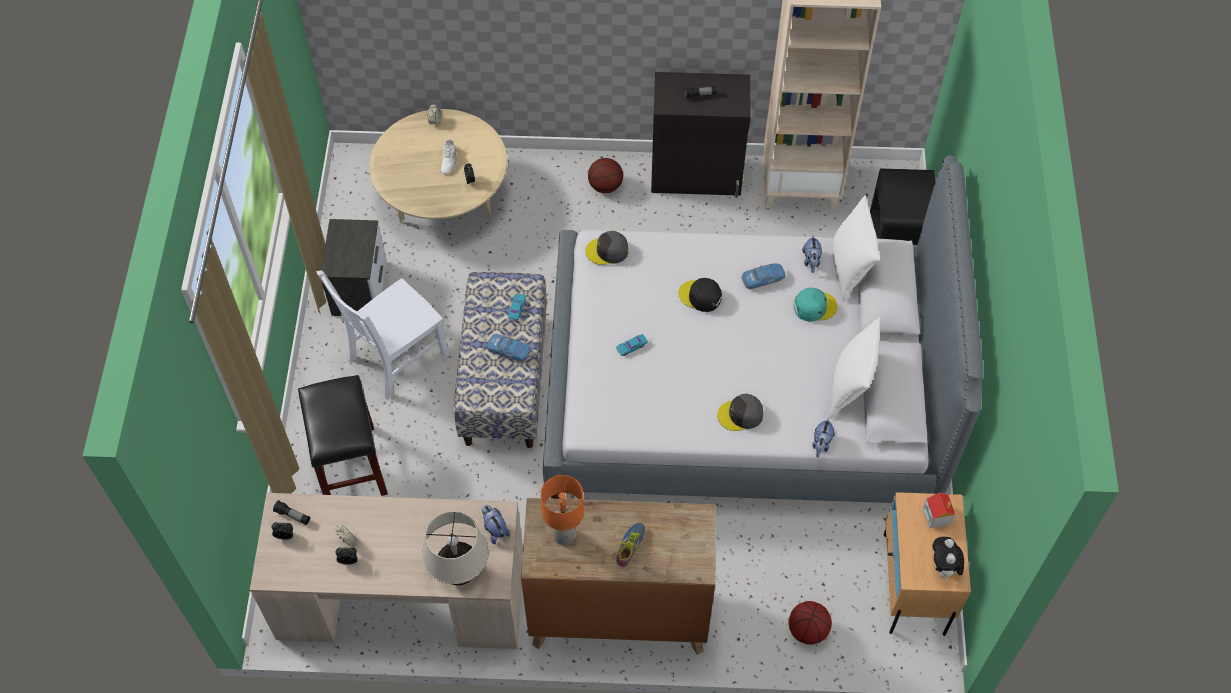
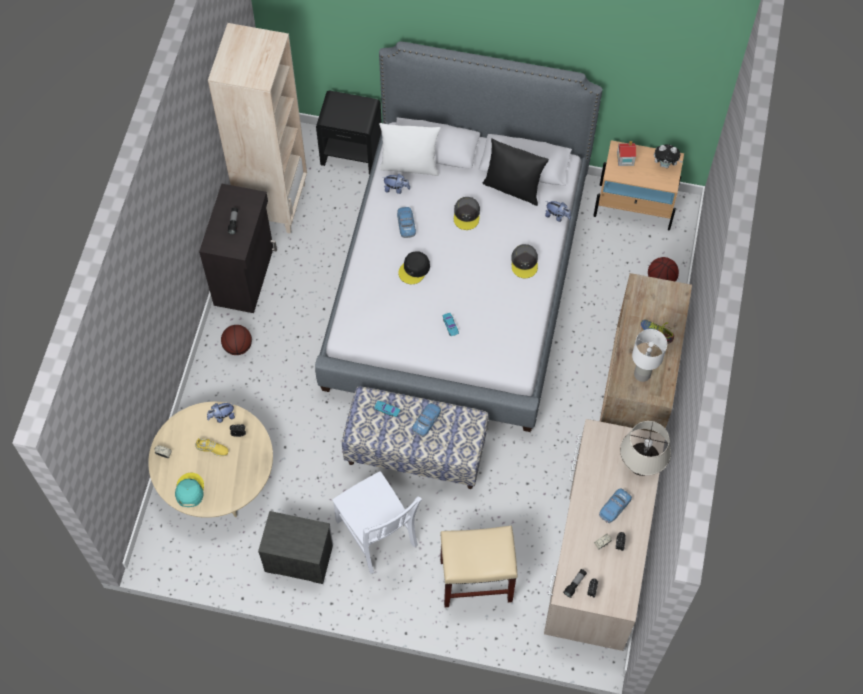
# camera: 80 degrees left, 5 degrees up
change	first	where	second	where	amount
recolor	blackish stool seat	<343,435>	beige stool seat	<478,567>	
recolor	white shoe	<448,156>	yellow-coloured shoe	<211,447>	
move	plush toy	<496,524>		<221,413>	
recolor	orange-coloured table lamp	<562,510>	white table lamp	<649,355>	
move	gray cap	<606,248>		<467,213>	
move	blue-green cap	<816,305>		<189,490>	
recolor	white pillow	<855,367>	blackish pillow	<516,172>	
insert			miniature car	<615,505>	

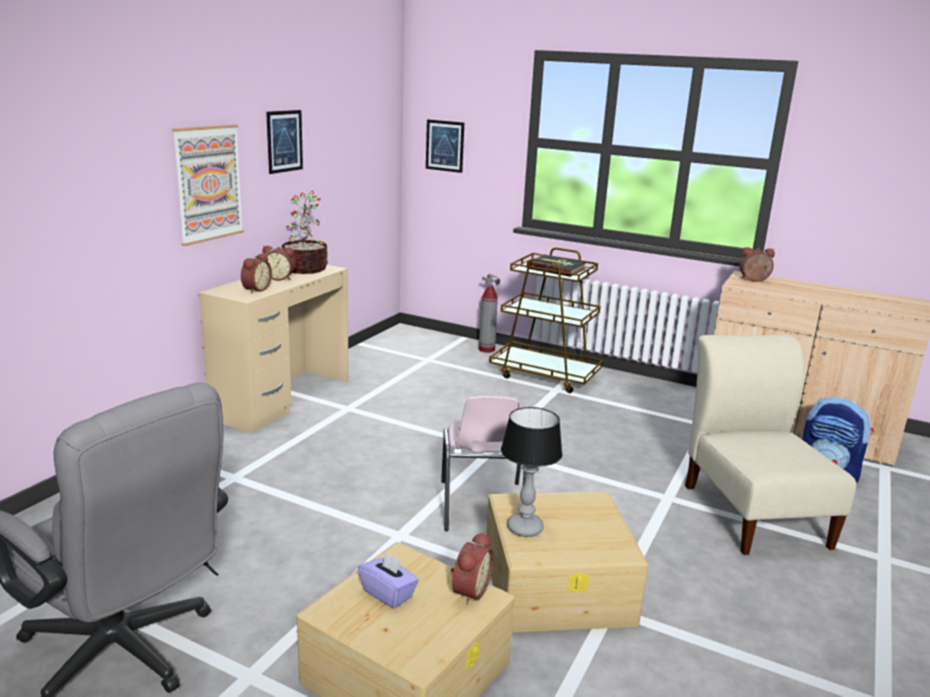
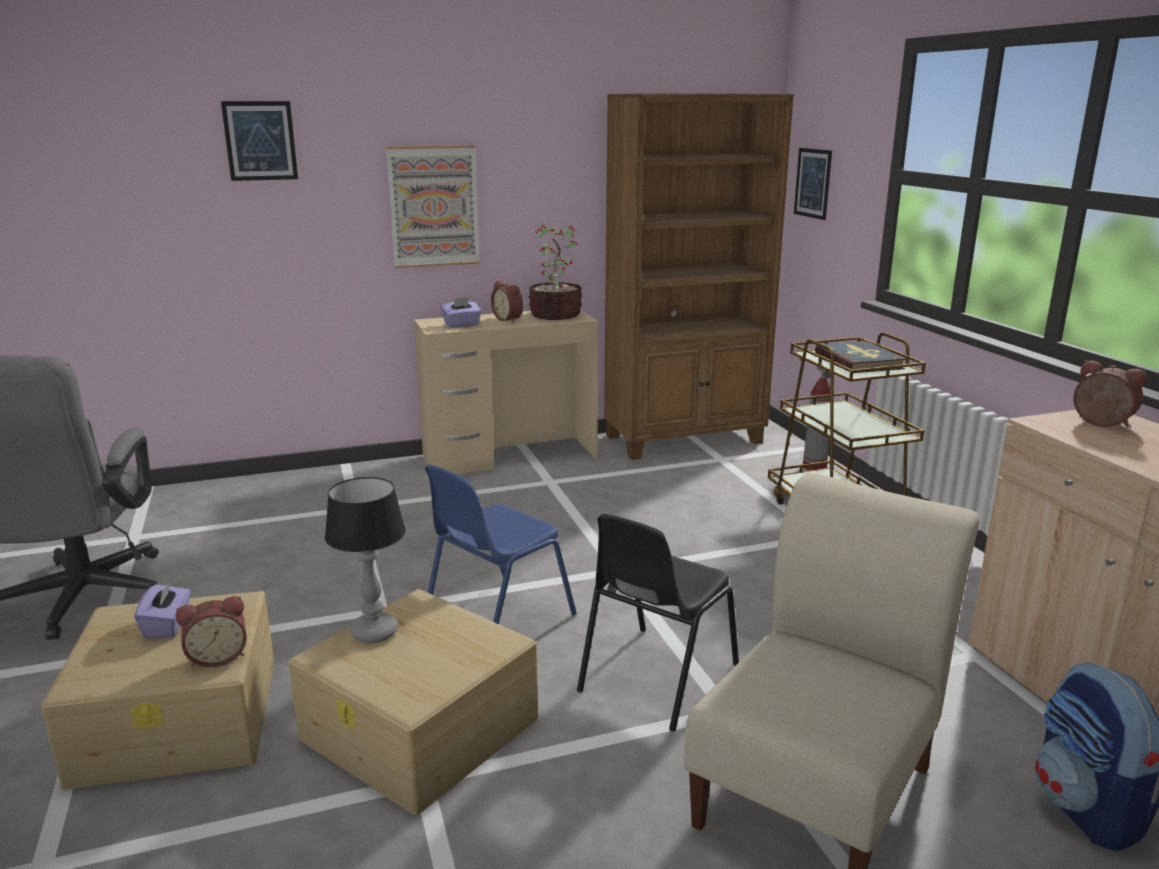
# camera: 45 degrees right, 0 degrees up
change	first	where	second	where	amount
replace	table clock	<256,273>	purple-coloured tissue holder	<461,312>	
move	picture	<284,142>		<259,141>	
recolor	pink-coloured chair	<483,463>	blue chair	<501,544>	
insert			blackish chair	<658,623>	
insert			brown-coloured bookshelf	<699,277>	

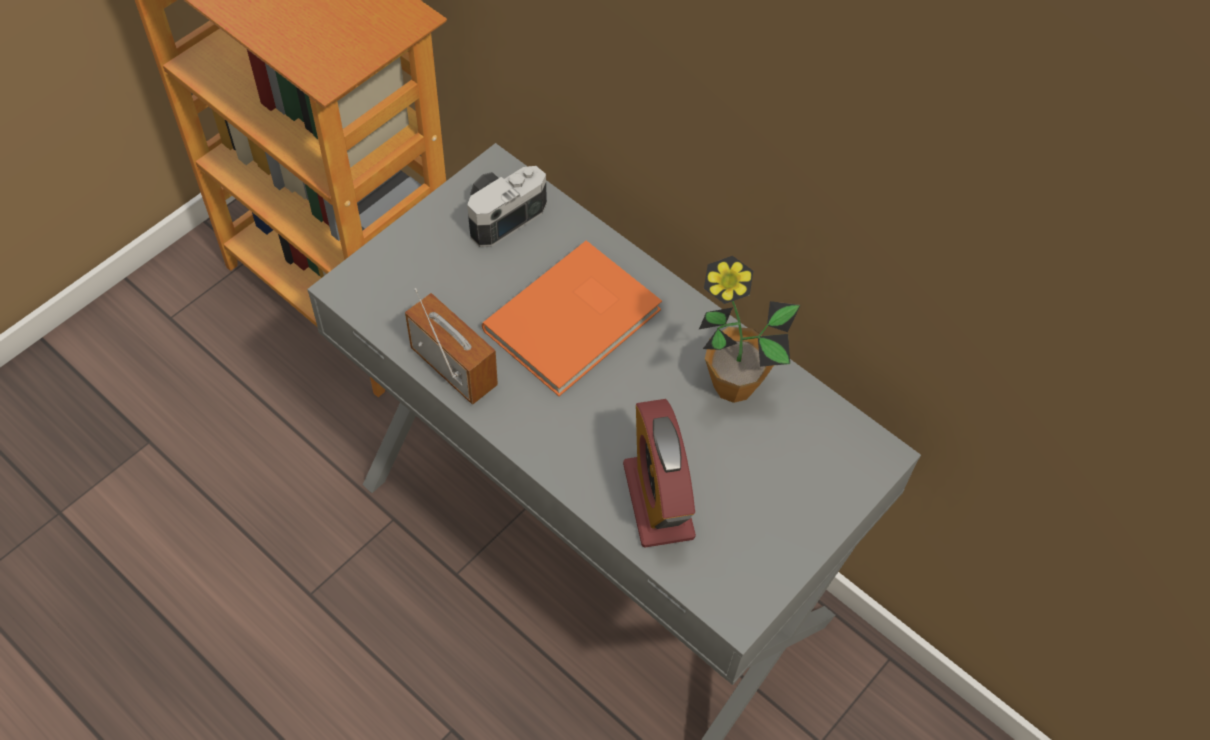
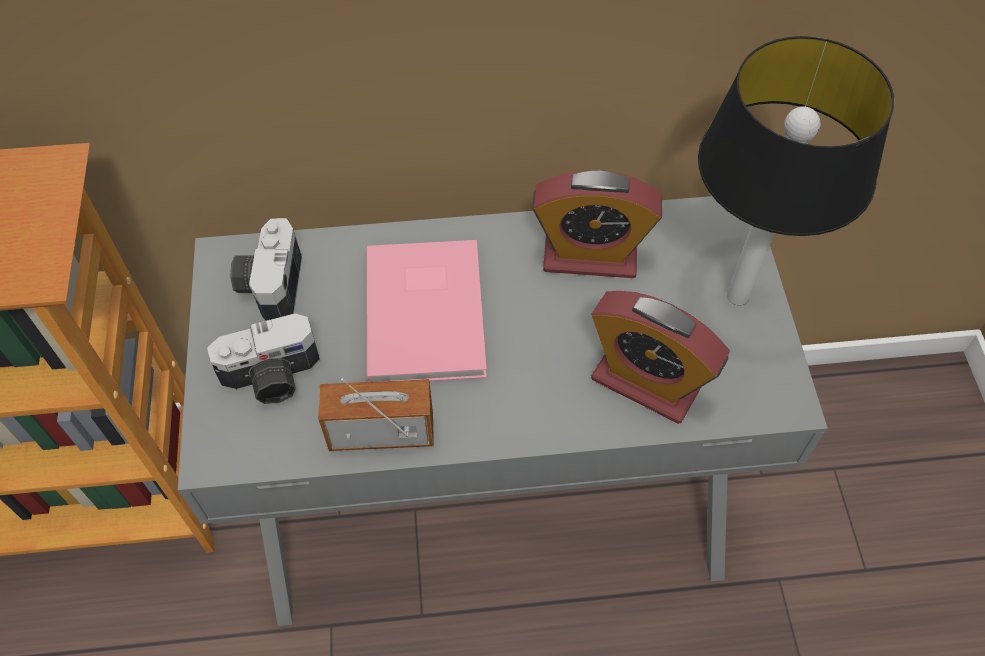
# camera: 45 degrees left, 0 degrees up
change	first	where	second	where	amount
recolor	orange-coloured volume	<572,318>	pink-coloured volume	<426,311>	
replace	plant in a pot	<749,329>	table clock	<597,224>	
insert			still camera	<263,358>	
insert			table lamp	<796,170>	

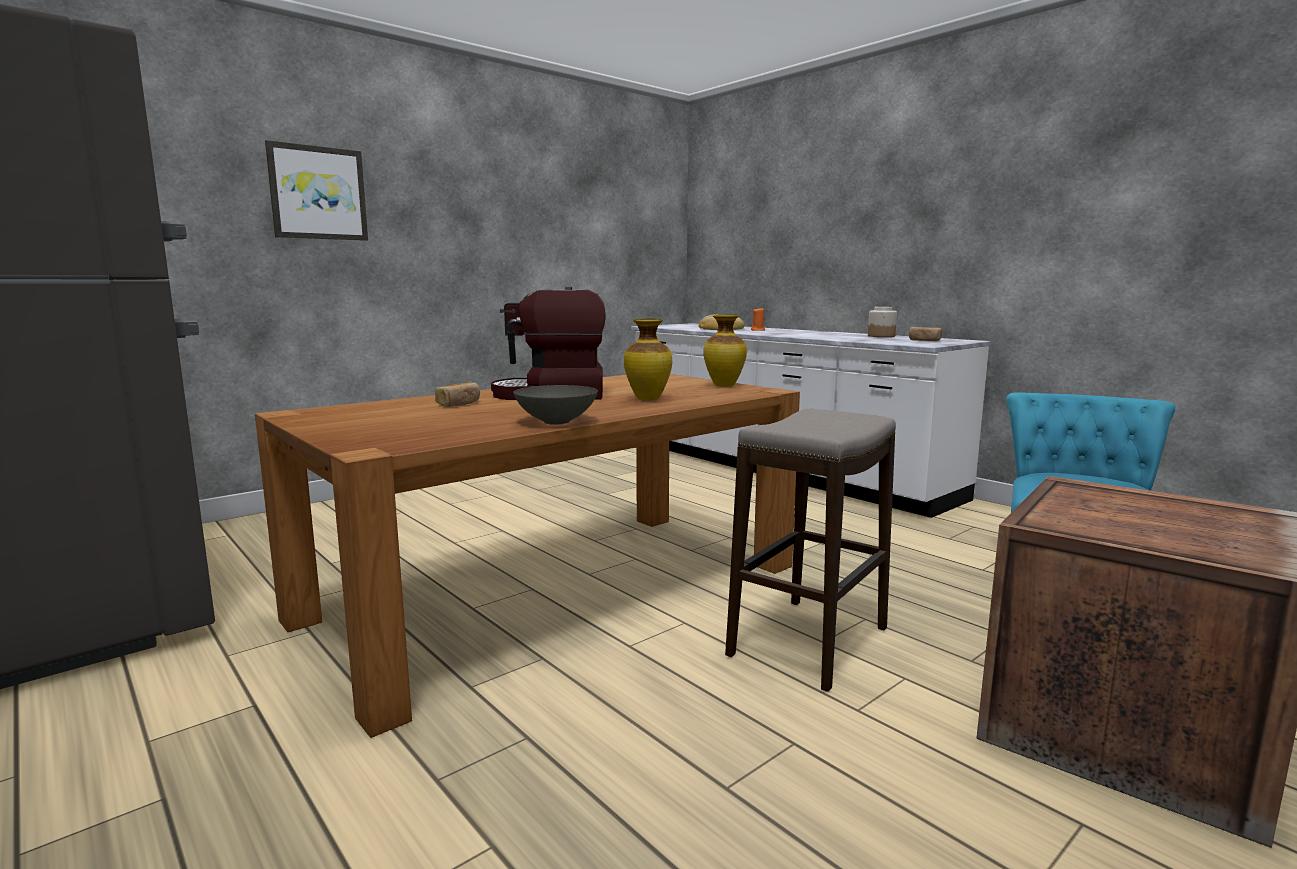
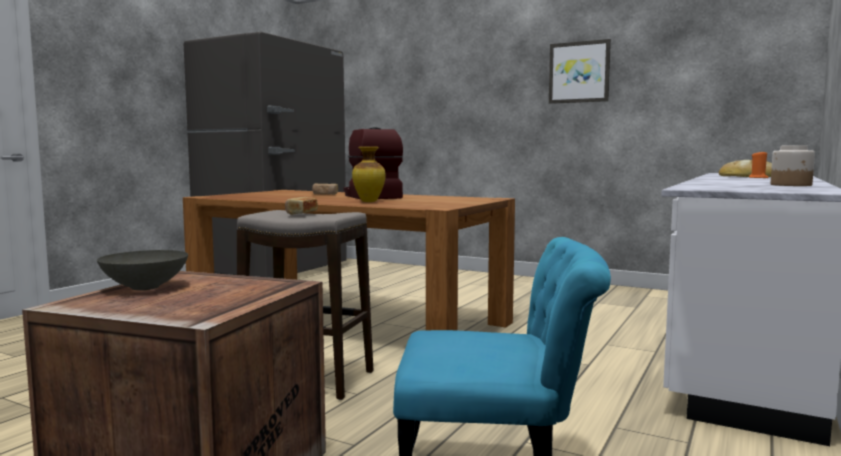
# camera: 70 degrees right, 5 degrees down
change	first	where	second	where	amount
move	picture	<316,190>		<580,71>	
move	gray bowl	<555,405>		<142,270>	
delete	decorative vase	<725,351>			
move	bakery bread	<925,334>		<301,206>	

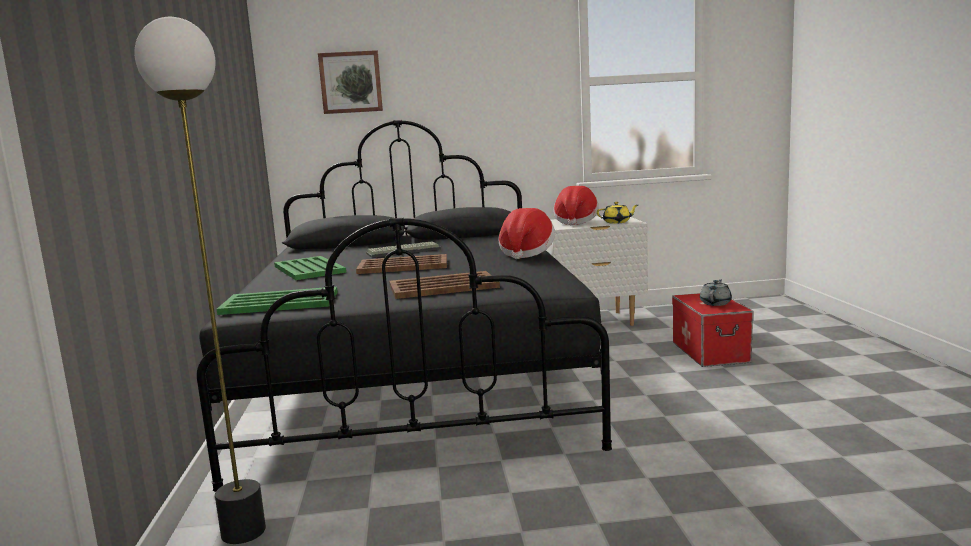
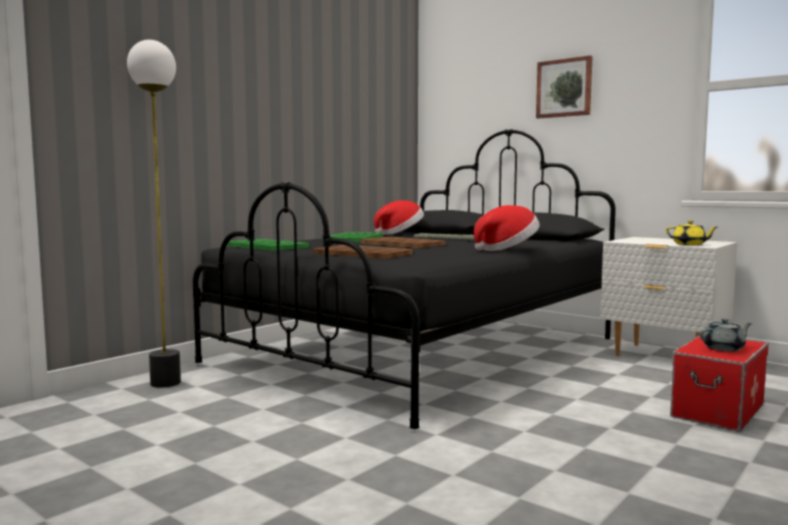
# camera: 45 degrees right, 5 degrees down
change	first	where	second	where	amount
move	picture	<350,82>		<564,87>	
move	hat	<576,205>		<399,217>	

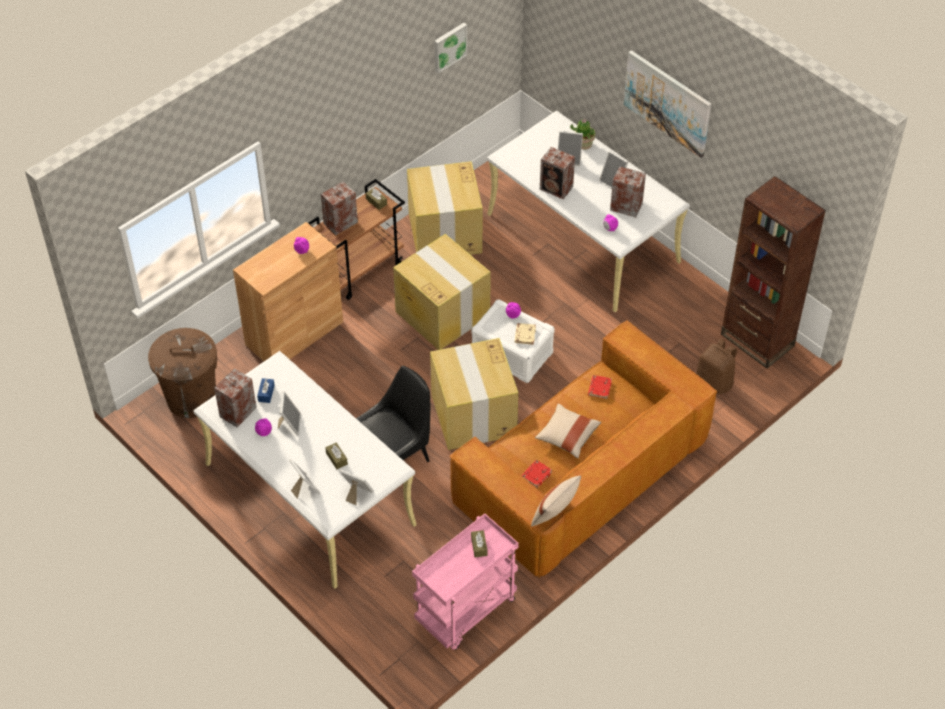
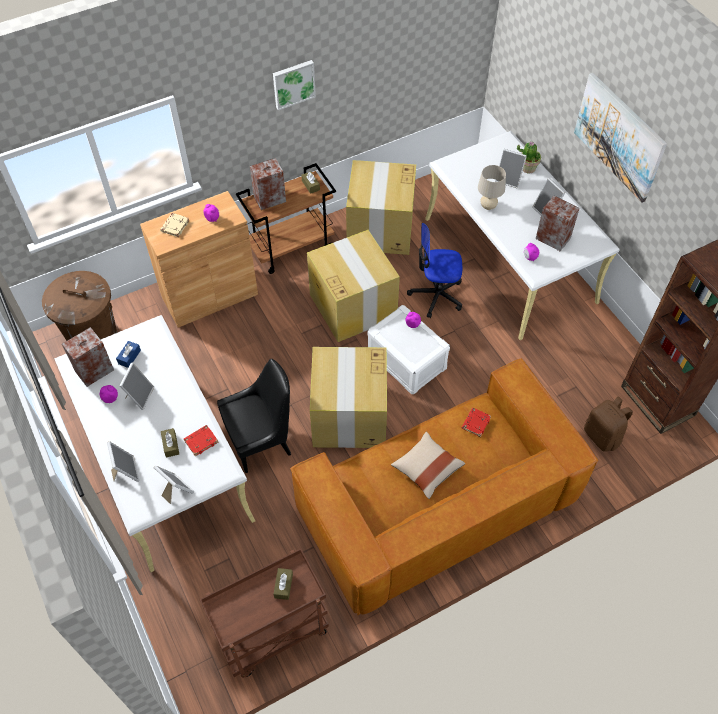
# camera: 15 degrees right, 5 degrees up
change	first	where	second	where	amount
recolor	pink-coloured trolley	<465,581>	brown-coloured trolley	<264,613>	
move	picture	<450,48>		<294,85>	
move	beige volume	<525,334>		<175,225>	
move	reddish volume	<536,474>		<201,441>	
delete	beige pillow	<556,501>			
replace	loudspeaker	<557,173>	beige table lamp	<492,187>	
insert			office chair	<434,270>	

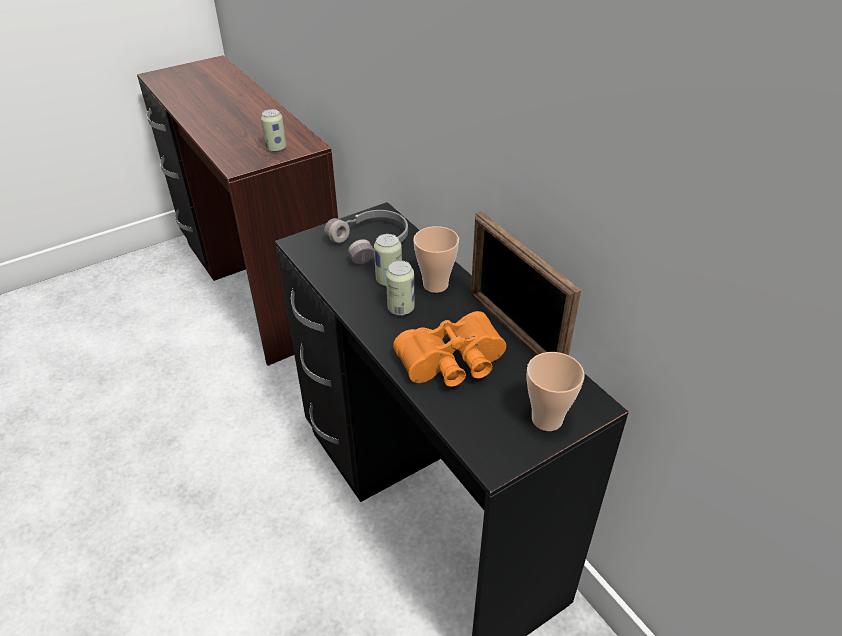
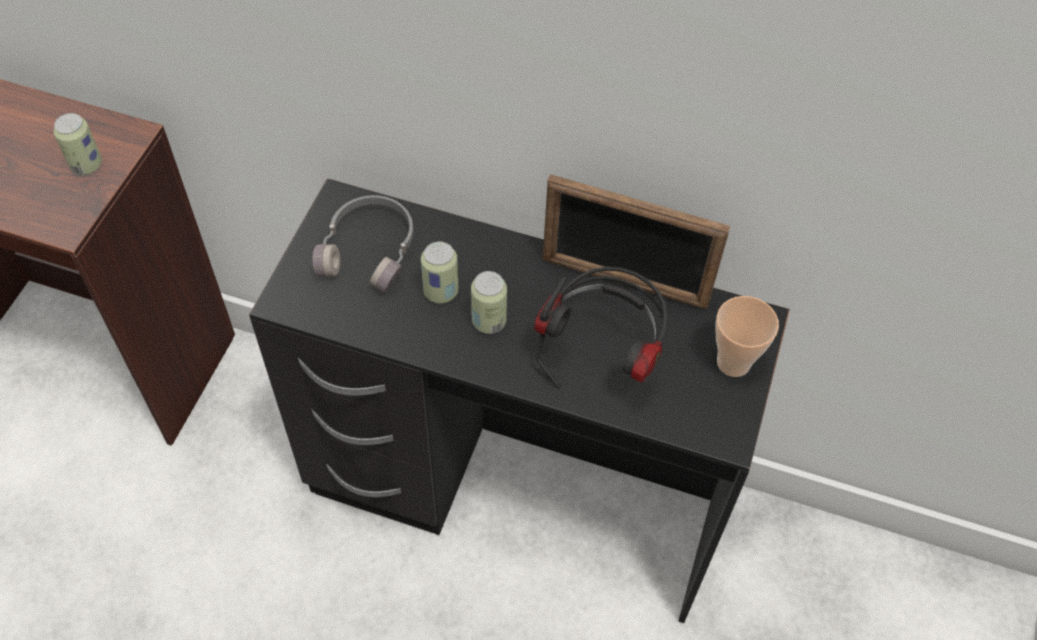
# camera: 40 degrees left, 15 degrees up
change	first	where	second	where	amount
replace	orange-coloured binoculars	<449,349>	headset	<600,327>	
delete	cup	<436,259>			

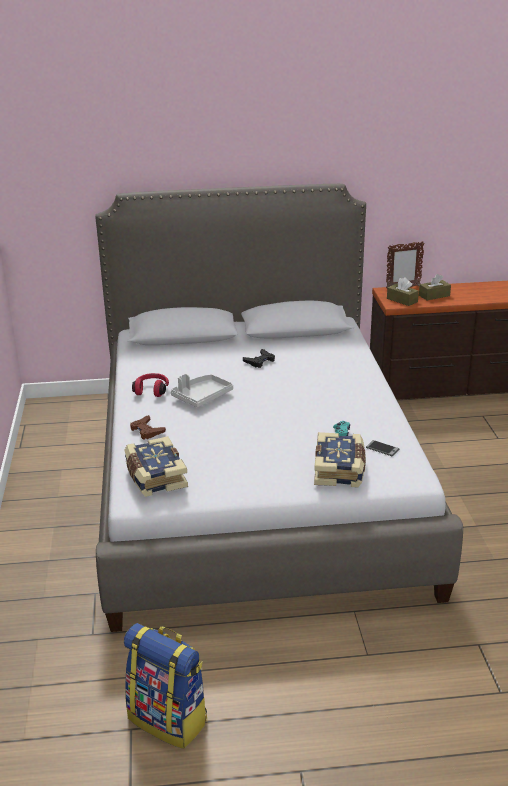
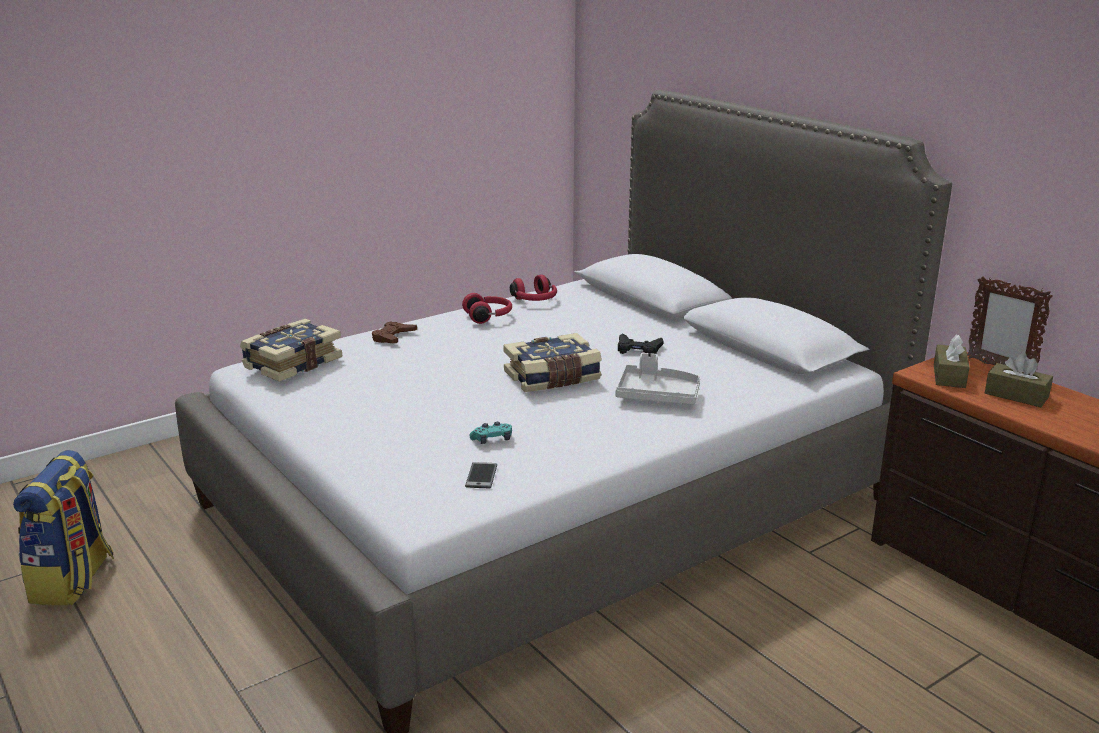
# camera: 60 degrees right, 5 degrees down
change	first	where	second	where	amount
move	gray tray	<202,390>		<657,379>	
move	volume	<340,459>		<552,362>	
insert			reddish headset	<533,288>	

